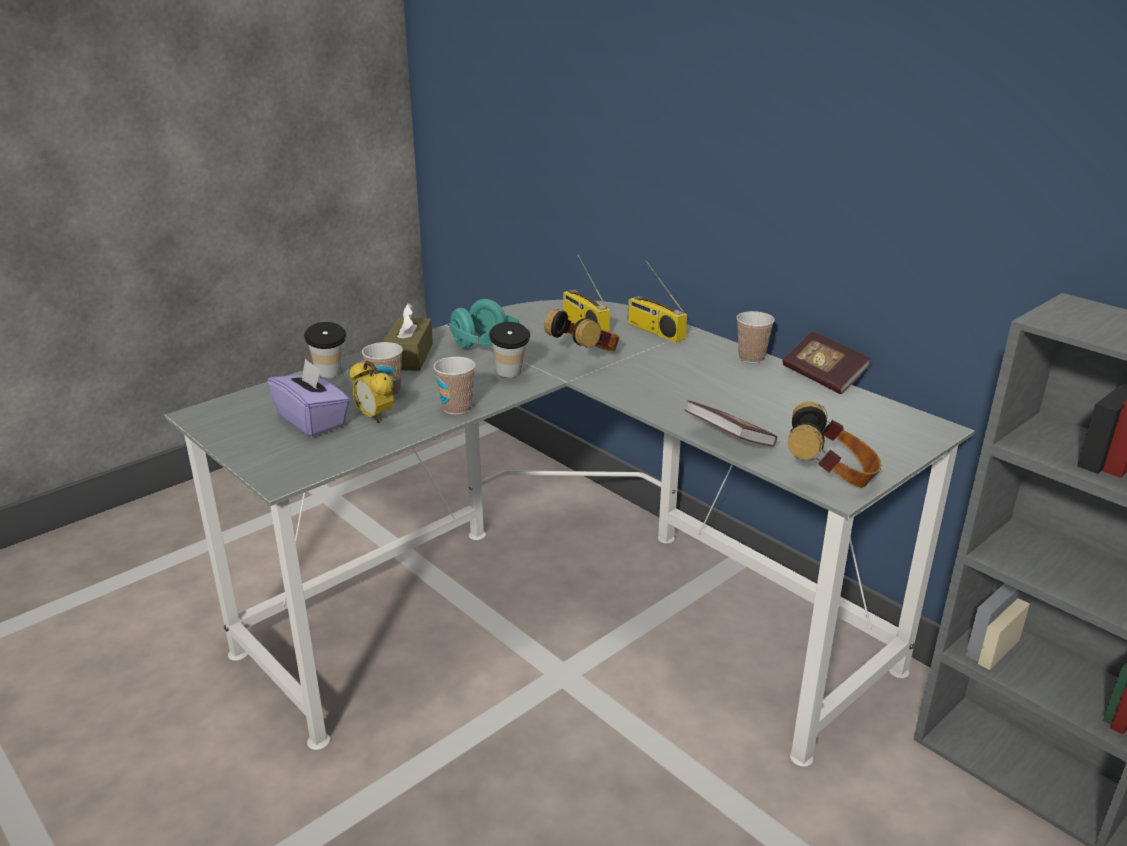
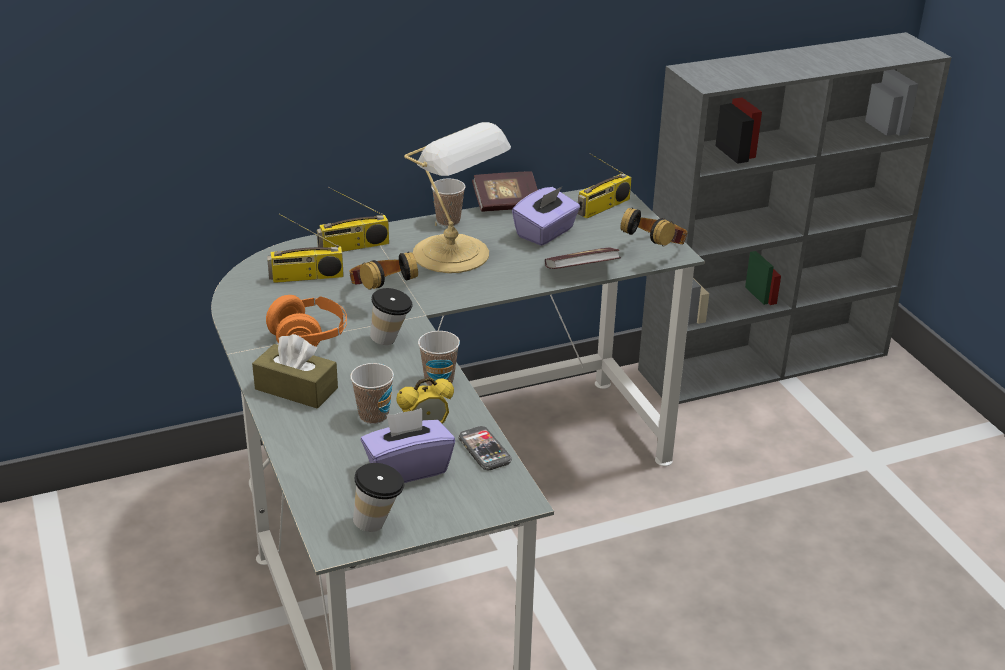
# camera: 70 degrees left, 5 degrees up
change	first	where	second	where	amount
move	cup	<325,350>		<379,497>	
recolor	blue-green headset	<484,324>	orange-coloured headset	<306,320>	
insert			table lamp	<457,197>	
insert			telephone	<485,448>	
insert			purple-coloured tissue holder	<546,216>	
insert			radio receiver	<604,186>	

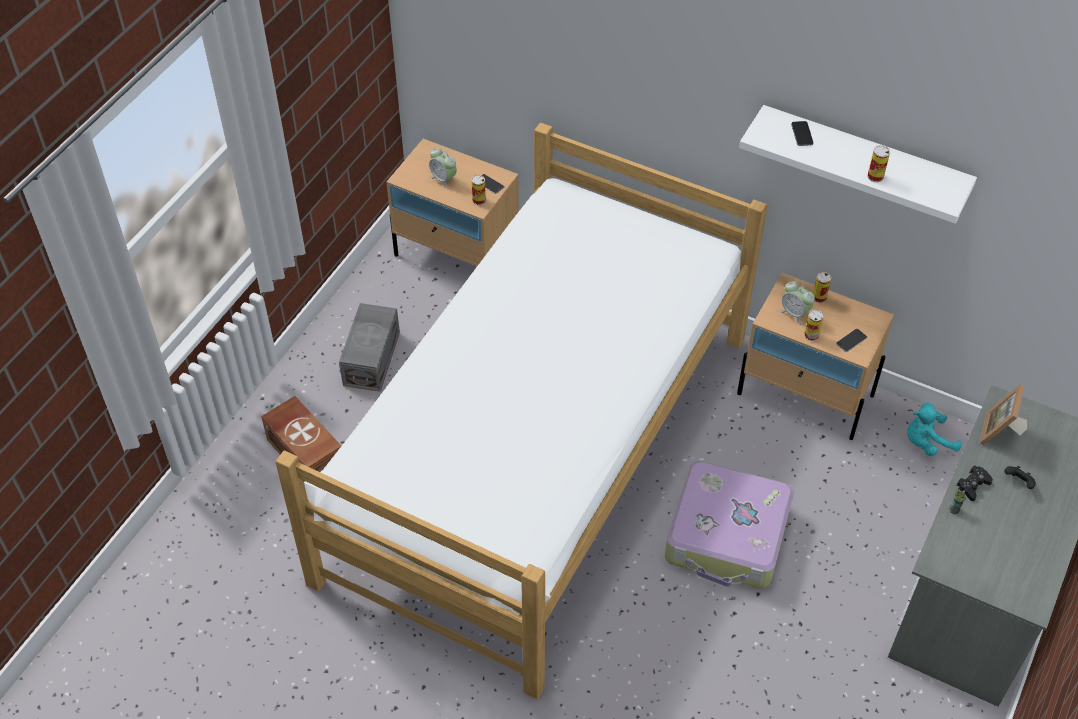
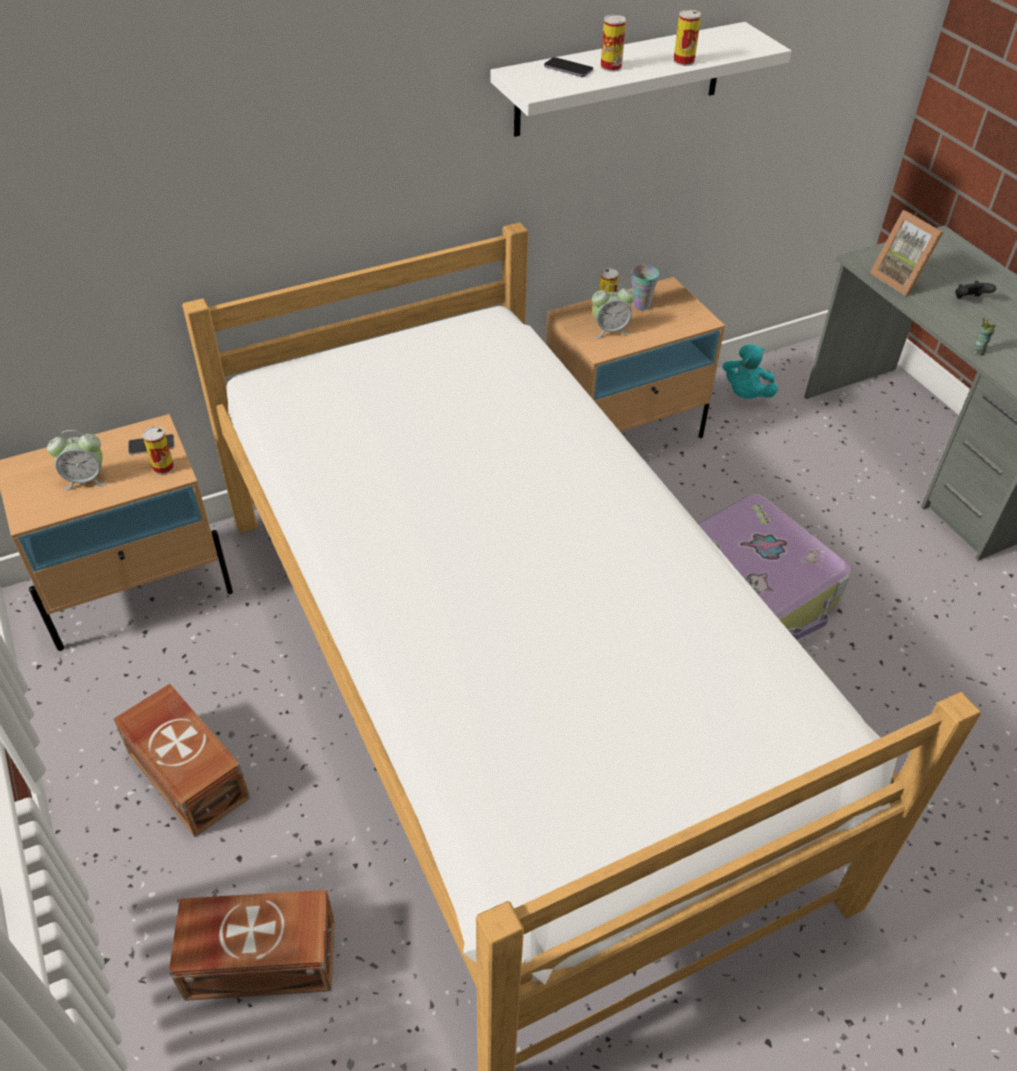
# camera: 55 degrees left, 5 degrees down
change	first	where	second	where	amount
recolor	gray storage box	<369,347>	brown-coloured storage box	<181,760>	
move	sealed can	<814,325>		<613,43>	
delete	telephone	<851,340>			
delete	blackish game controller	<974,483>			
insert			cup	<645,287>	

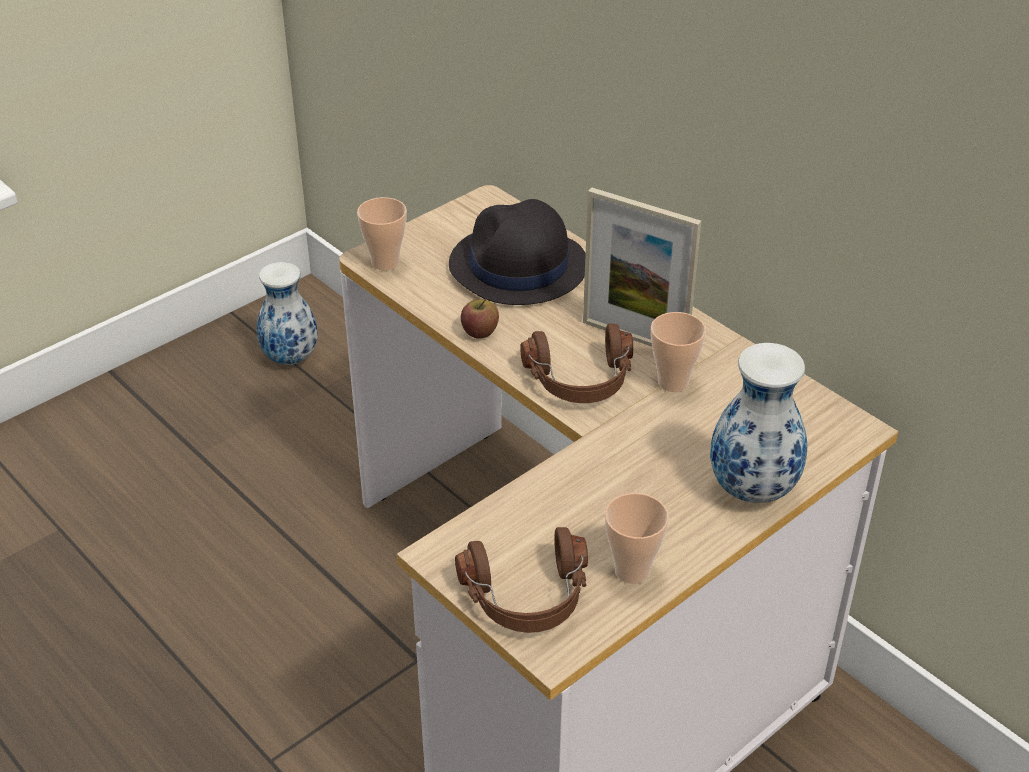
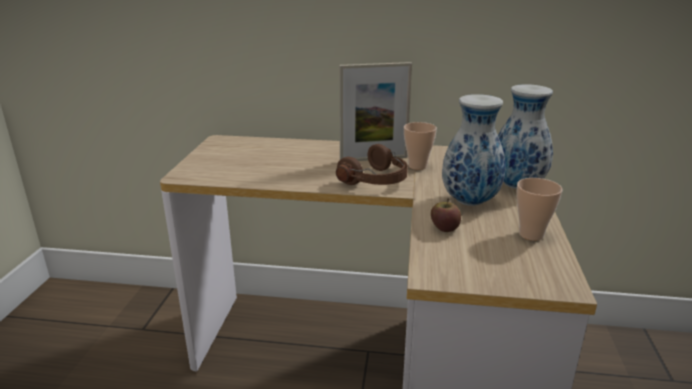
# camera: 40 degrees left, 15 degrees down
change	first	where	second	where	amount
move	decorative vase	<287,313>		<474,150>	
delete	cup	<382,234>			
delete	blackish hat	<517,252>			
delete	brown-coloured headset	<521,580>			
move	apple fruit	<480,319>		<446,215>	

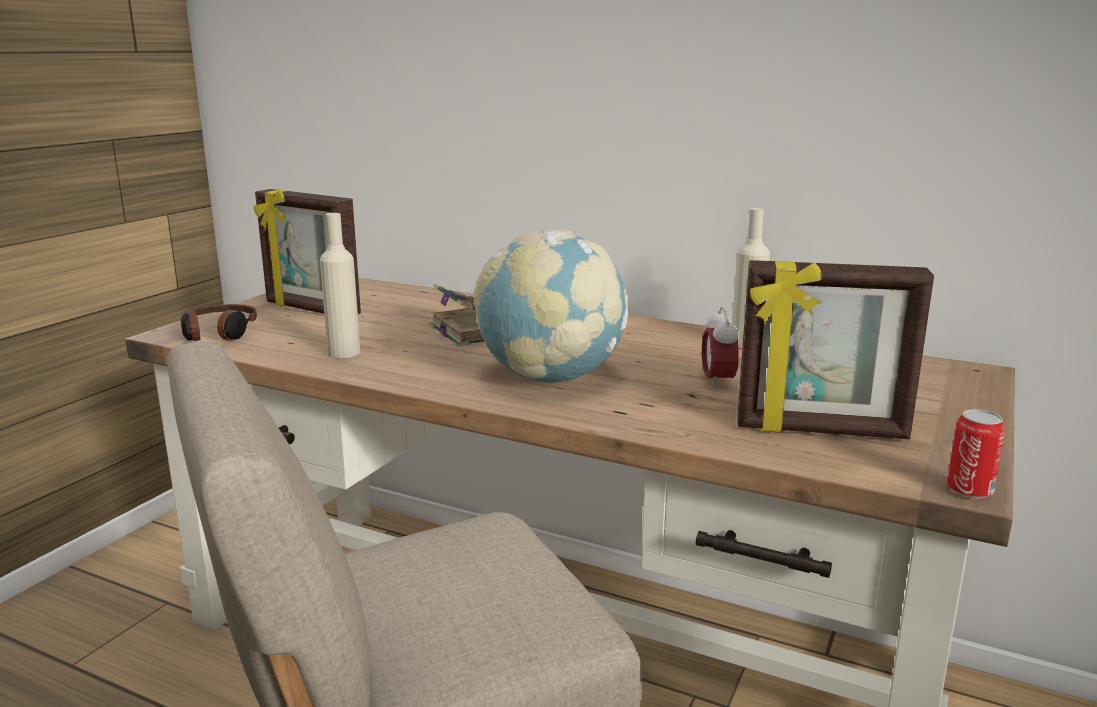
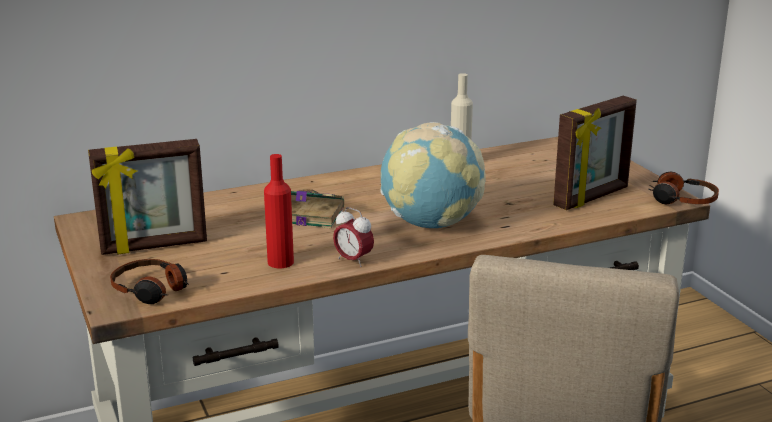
# camera: 50 degrees left, 5 degrees up
change	first	where	second	where	amount
recolor	beige bottle	<340,285>	reddish bottle	<279,211>	
move	table clock	<720,348>		<353,237>	
replace	sealed can	<976,454>	headset	<683,188>	

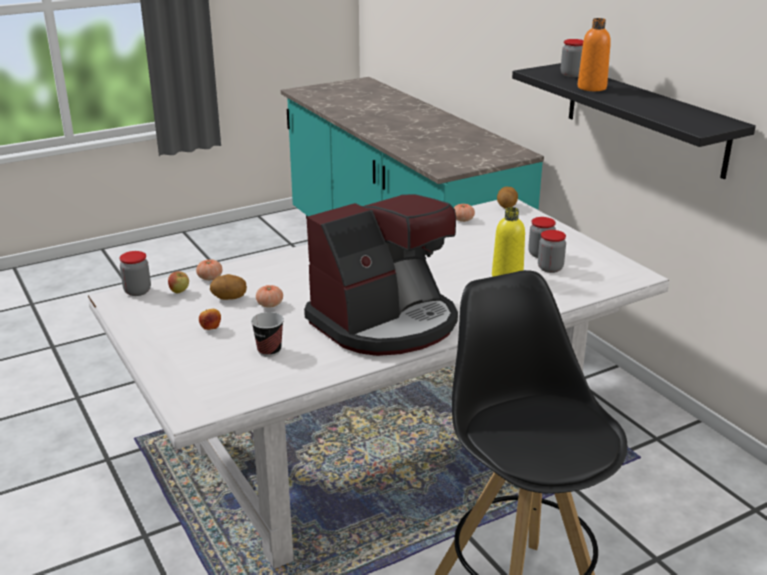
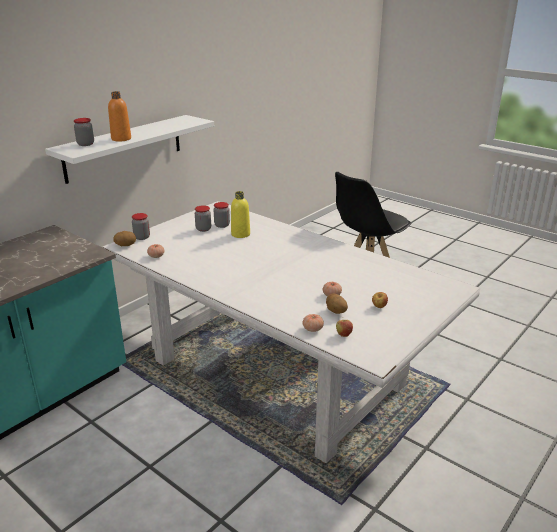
# camera: 110 degrees left, 0 degrees up
change	first	where	second	where	amount
move	preserve jar	<135,273>		<141,226>	
delete	cup	<267,334>			
delete	coffee brewer	<381,275>			
recolor	blackish wall shelf	<634,121>	white wall shelf	<129,149>	

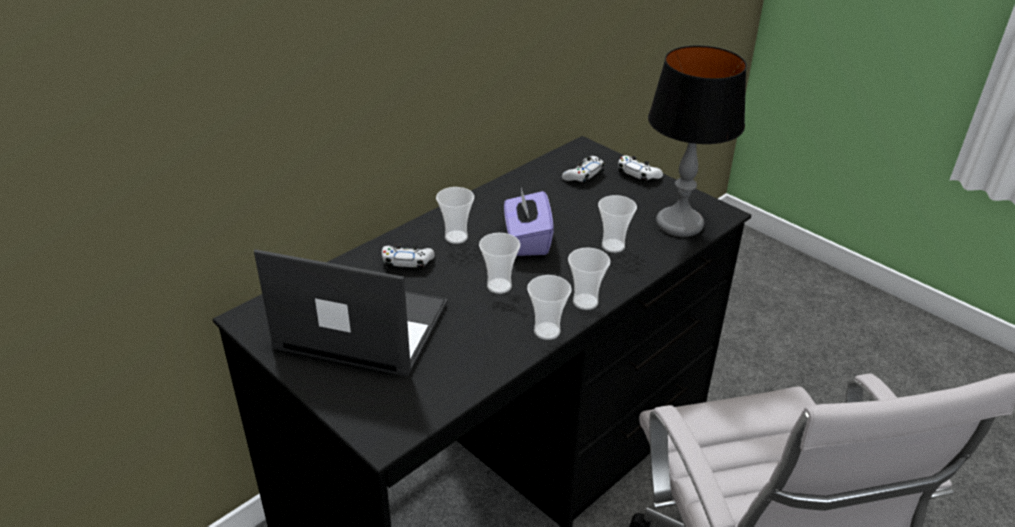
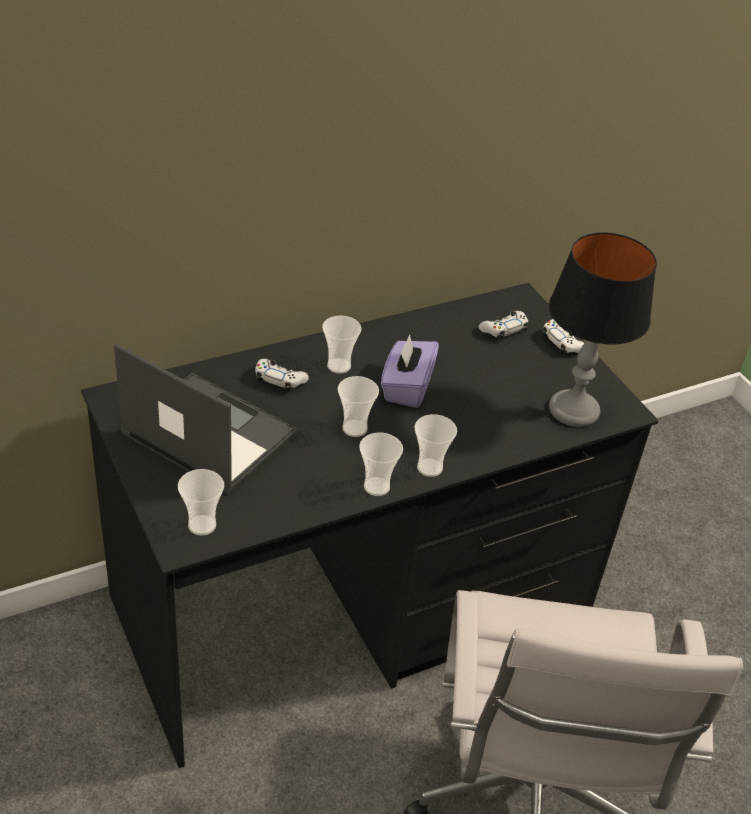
# camera: 15 degrees right, 5 degrees up
change	first	where	second	where	amount
move	cup	<617,224>		<201,502>	

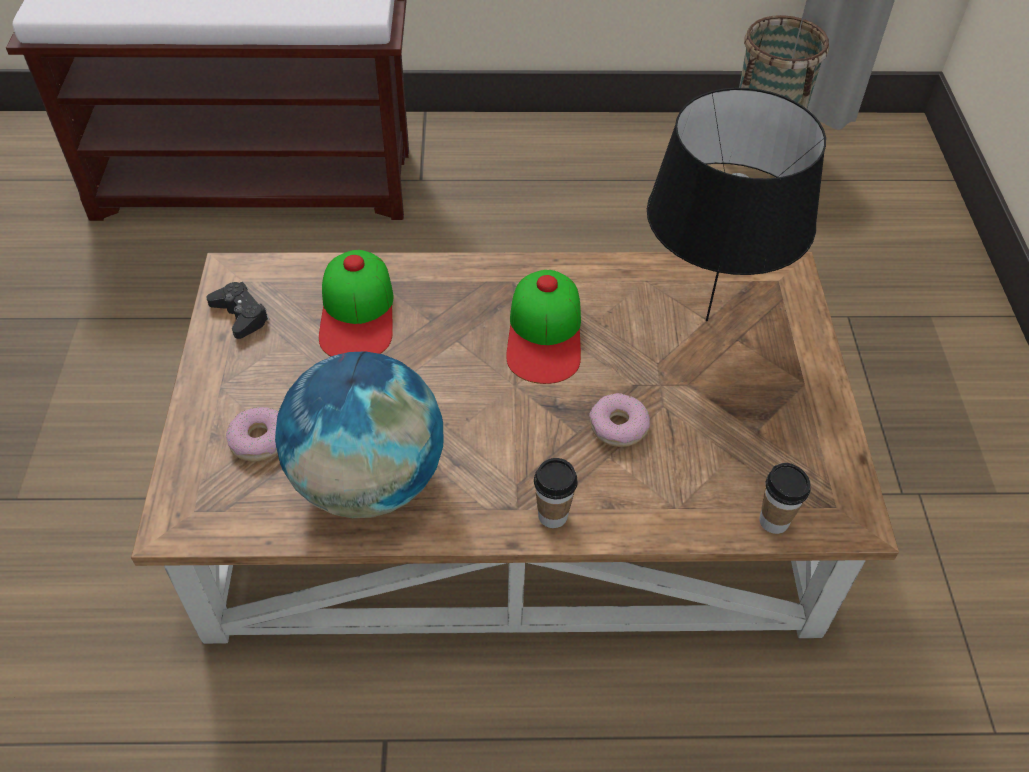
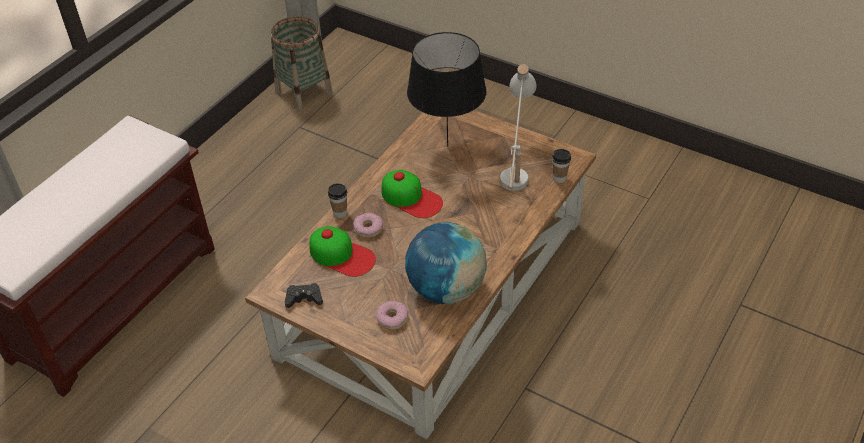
# camera: 55 degrees left, 5 degrees down
change	first	where	second	where	amount
move	cup	<556,493>		<337,200>	
move	doughnut	<619,420>		<368,225>	
insert			white table lamp	<518,127>	

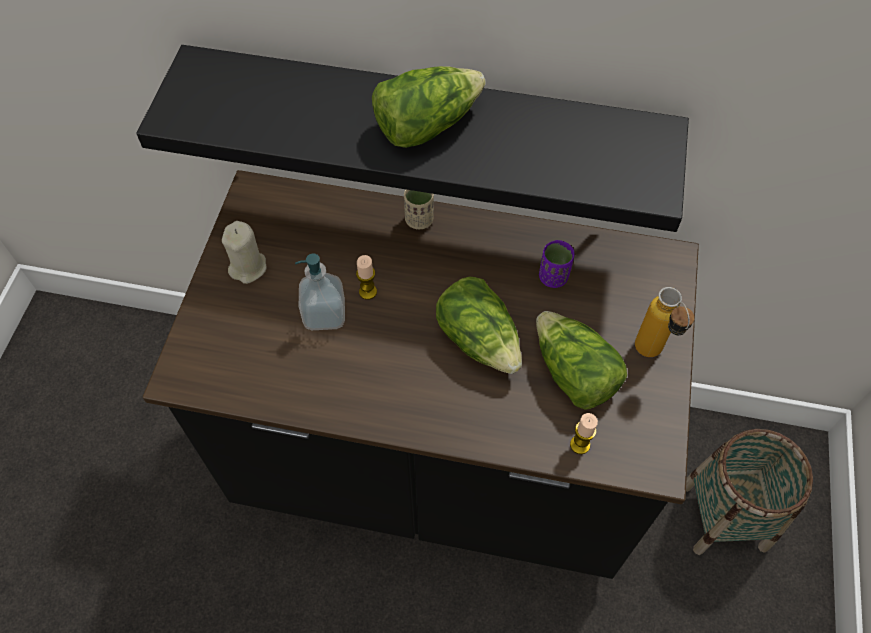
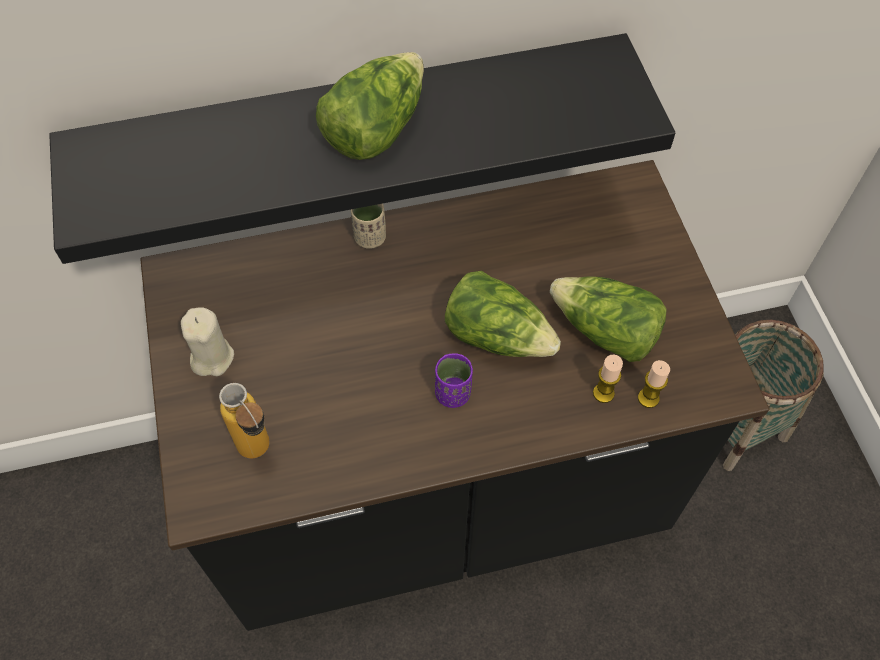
# camera: 25 degrees left, 0 degrees up
change	first	where	second	where	amount
delete	soap bottle	<320,291>			
move	wax candle	<366,277>		<608,379>	
move	purple-coloured cup	<556,264>		<454,380>	
move	bottle	<665,322>		<244,420>	

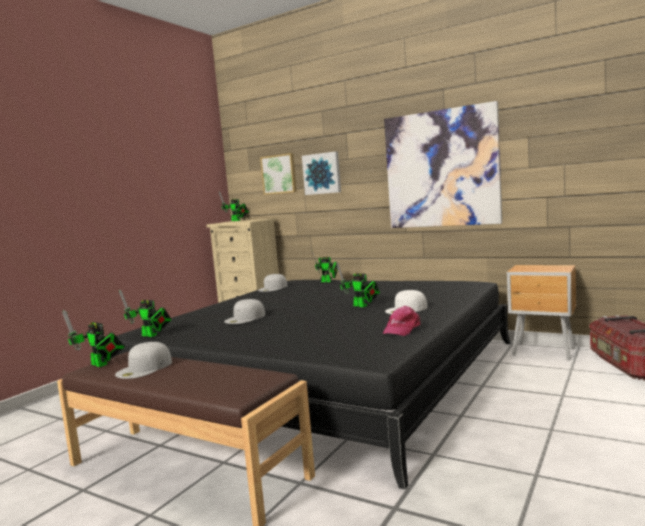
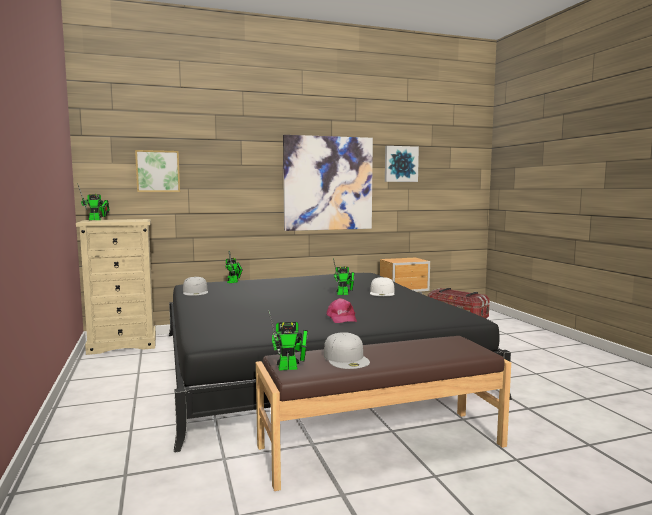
# camera: 50 degrees left, 0 degrees up
change	first	where	second	where	amount
delete	model robot	<145,313>			
delete	white cap	<244,311>			
move	picture	<321,173>		<402,164>	
move	pink-coloured cap	<402,321>		<342,310>	

